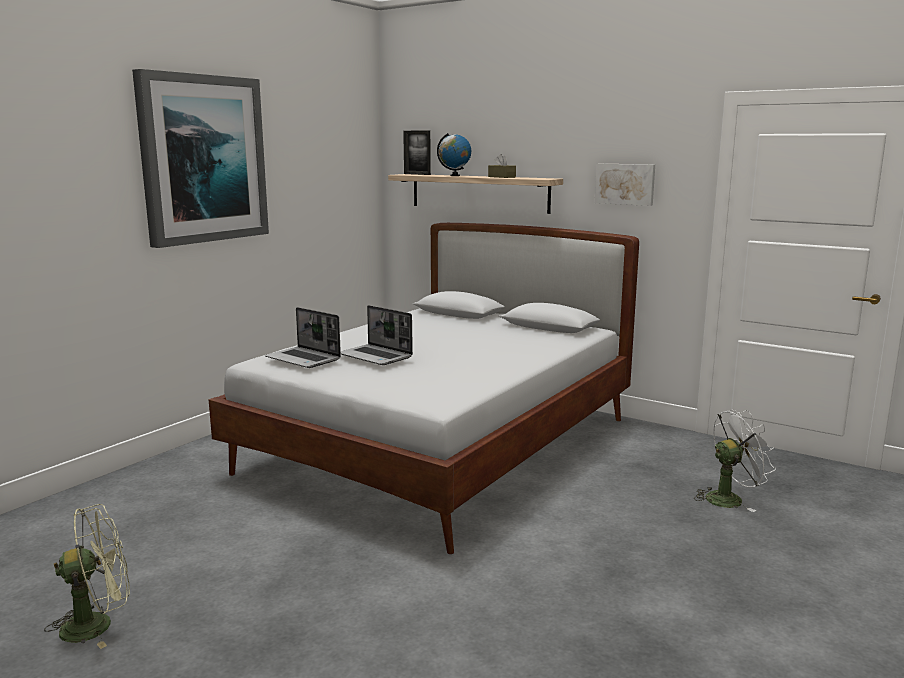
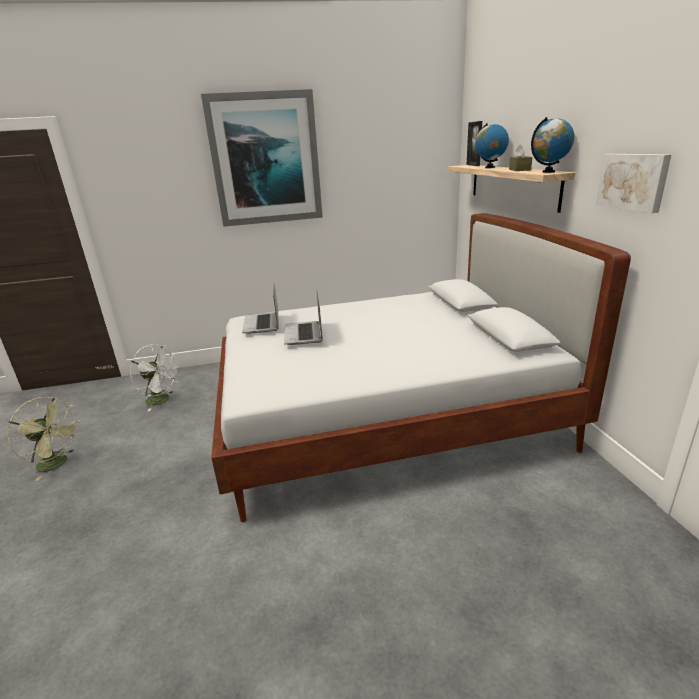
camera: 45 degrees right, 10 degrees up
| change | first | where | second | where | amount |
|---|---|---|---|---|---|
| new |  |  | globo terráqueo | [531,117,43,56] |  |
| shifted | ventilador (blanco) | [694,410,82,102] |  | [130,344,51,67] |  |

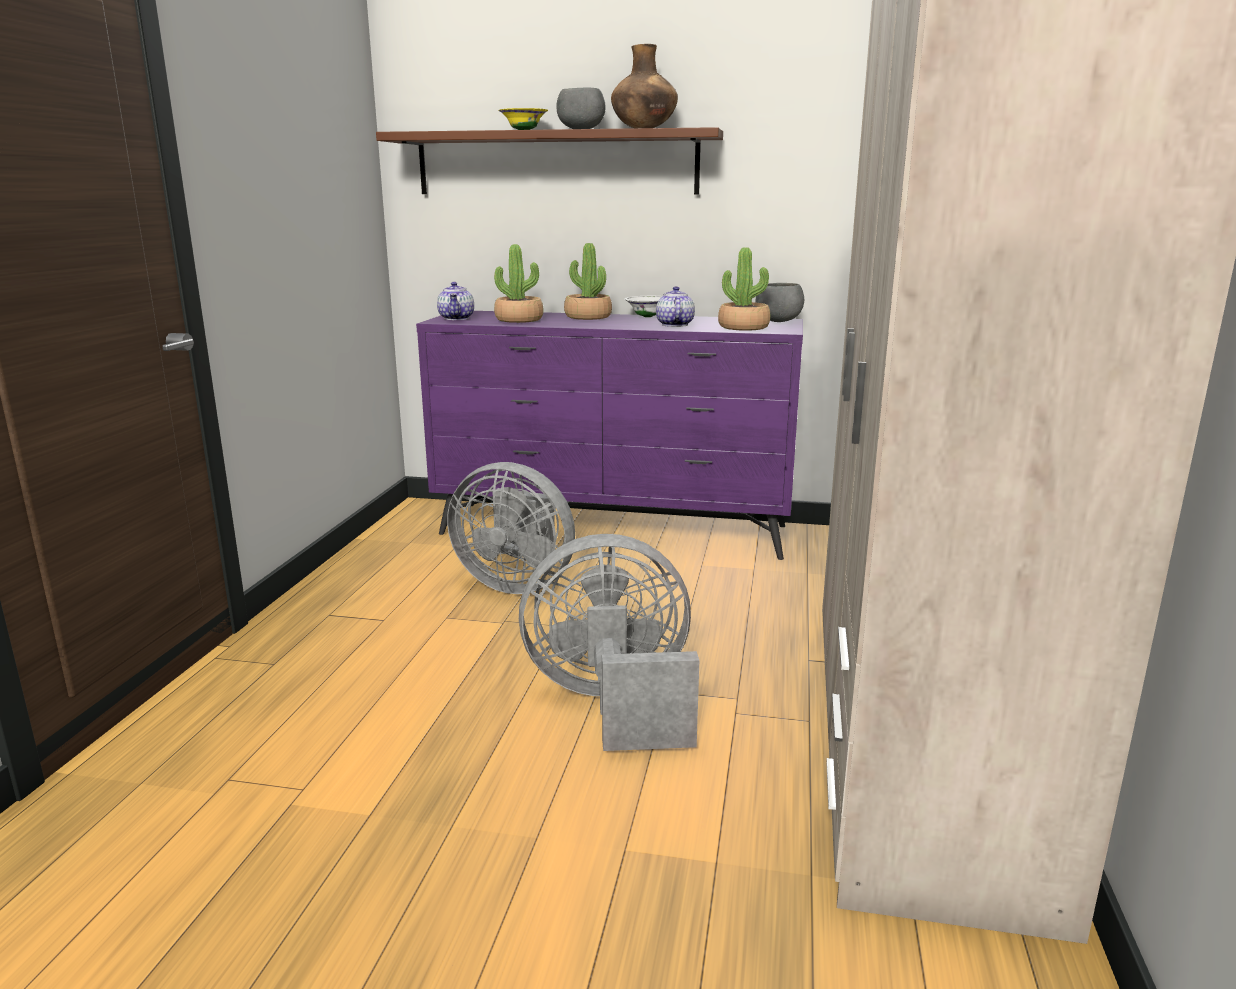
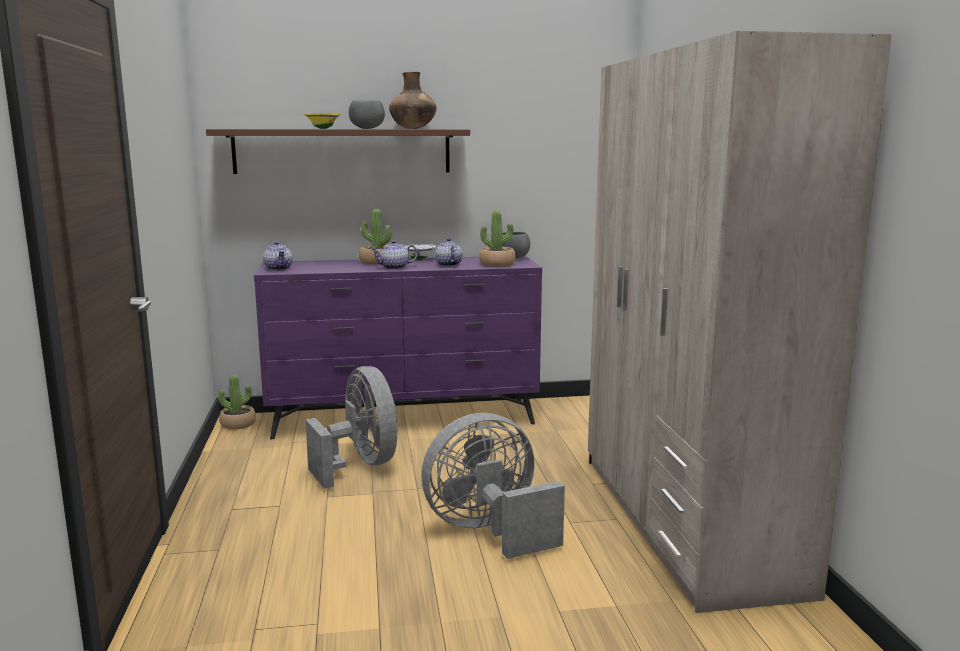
camera: 20 degrees left, 5 degrees down
| change | first | where | second | where | amount |
|---|---|---|---|---|---|
| new |  |  | tetera | [371,240,47,29] |  |
| shifted | planta en maceta | [494,244,50,79] |  | [218,374,38,55] |  |
| rotated | ventilador (gris) | [447,462,128,132] |  | [305,366,92,123] | 120 degrees counterclockwise |

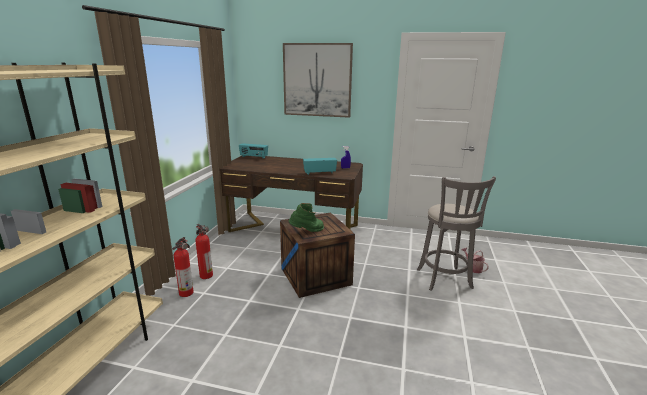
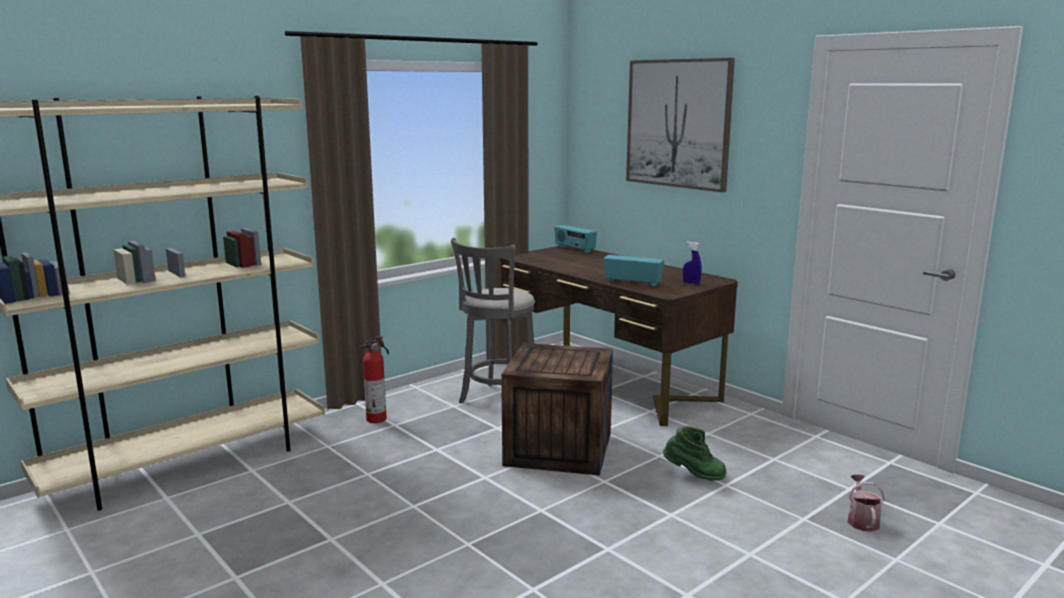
camera: 35 degrees right, 5 degrees down
| change | first | where | second | where | amount |
|---|---|---|---|---|---|
| gone | extintor | [196,224,17,55] |  |  |  |
| shifted | bota (verde) | [289,203,35,29] |  | [663,426,64,55] |  |
| shifted | taburete (gris) | [417,176,79,115] |  | [451,238,84,165] |  |

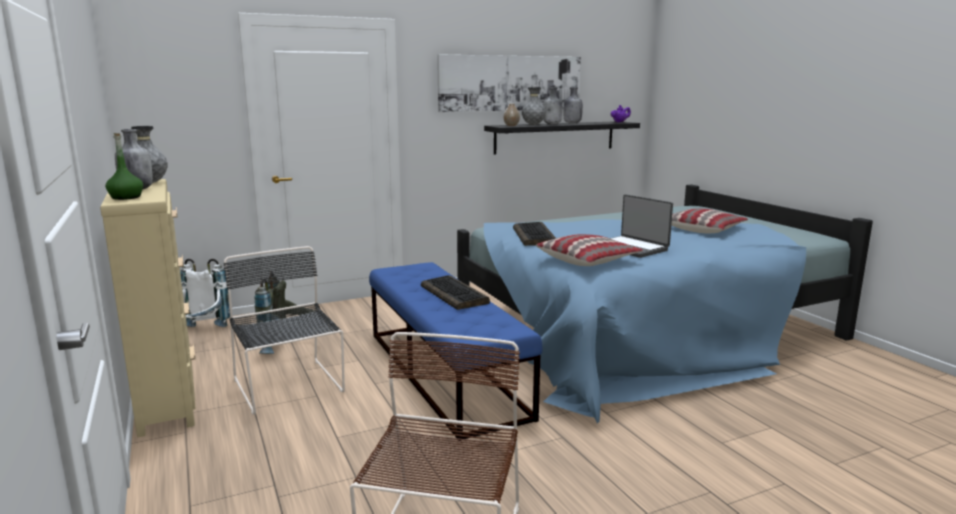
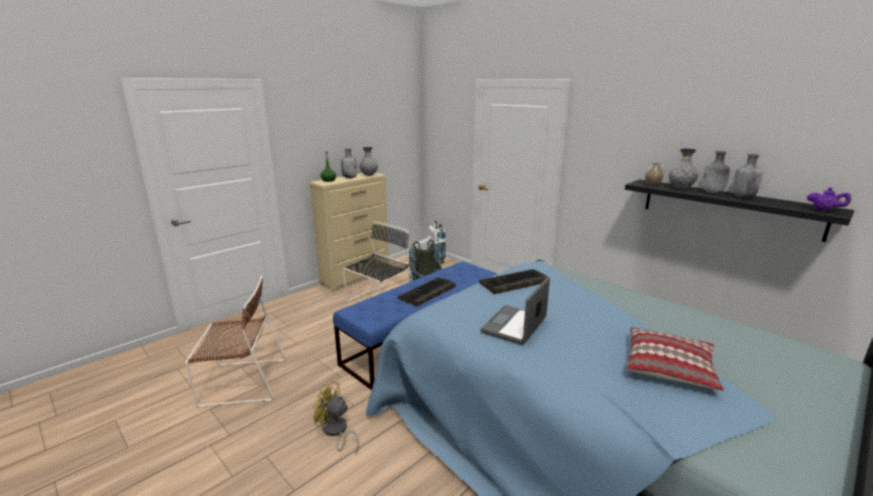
camera: 70 degrees right, 5 degrees up
| change | first | where | second | where | amount |
|---|---|---|---|---|---|
| gone | cuadro | [437,54,144,58] |  |  |  |
| gone | cojín | [536,234,107,32] |  |  |  |
| new |  |  | ventilador (amarillo) | [313,381,46,73] |  |

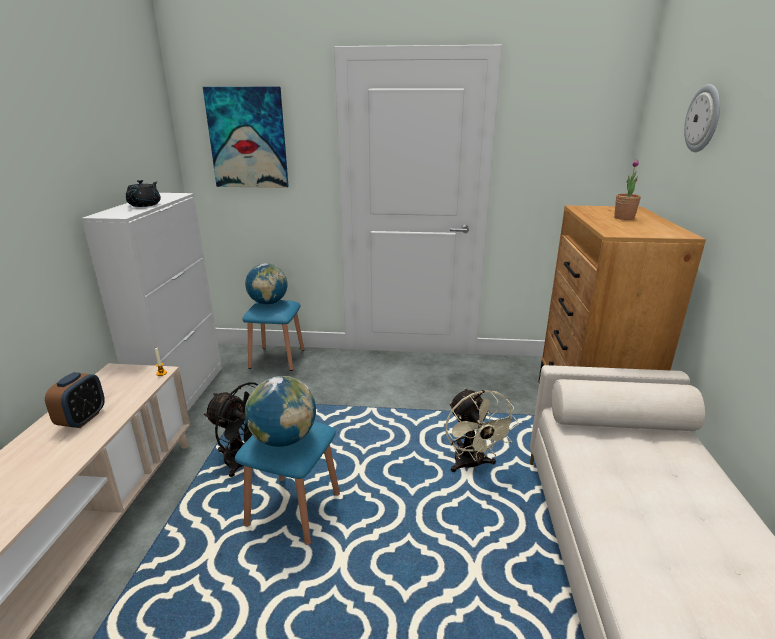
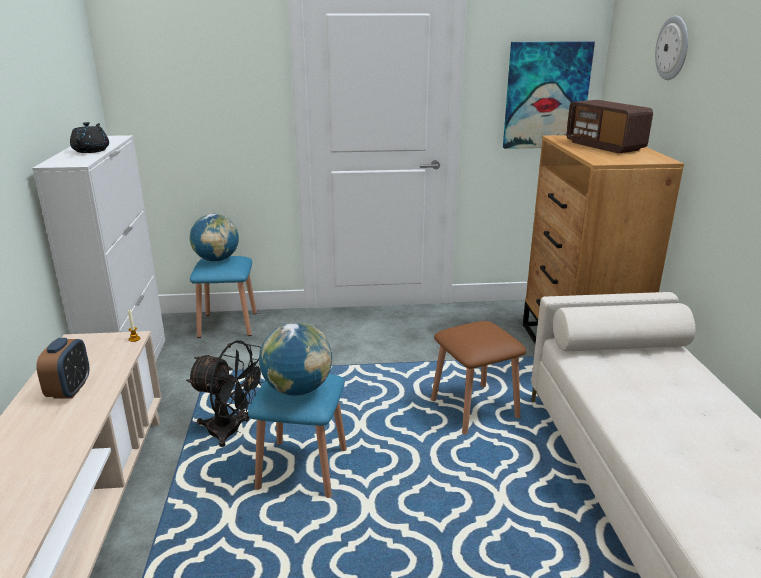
camera: 10 degrees left, 0 degrees up
| change | first | where | second | where | amount |
|---|---|---|---|---|---|
| shifted | cuadro | [203,87,86,101] |  | [503,41,92,108] |  |
| swapped | ventilador (beis) | [445,388,74,84] | taburete (marrón) | [431,321,95,113] |  |
| swapped | planta en maceta | [614,160,27,60] | radio | [566,100,87,54] |  |

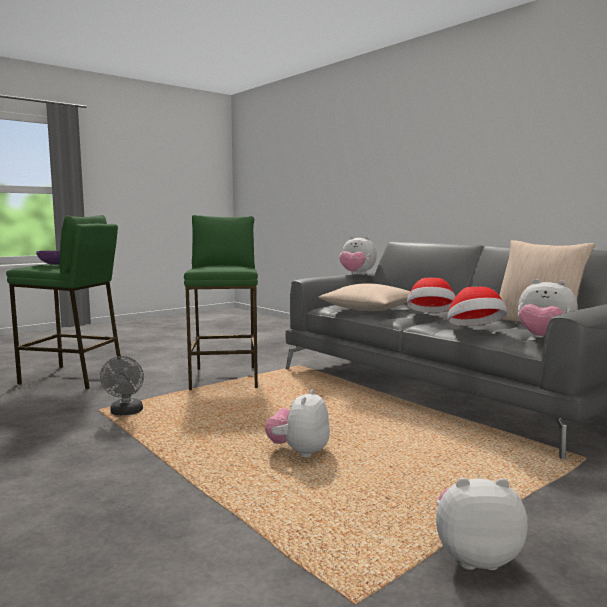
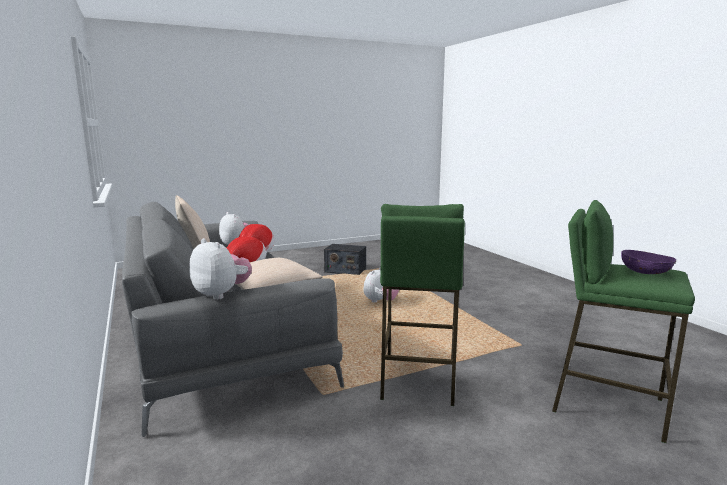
camera: 165 degrees left, 5 degrees up
| change | first | where | second | where | amount |
|---|---|---|---|---|---|
| gone | ventilador (gris) | [100,356,44,59] |  |  |  |
| swapped | peluche | [436,478,92,92] | radio | [324,244,42,31] |  |

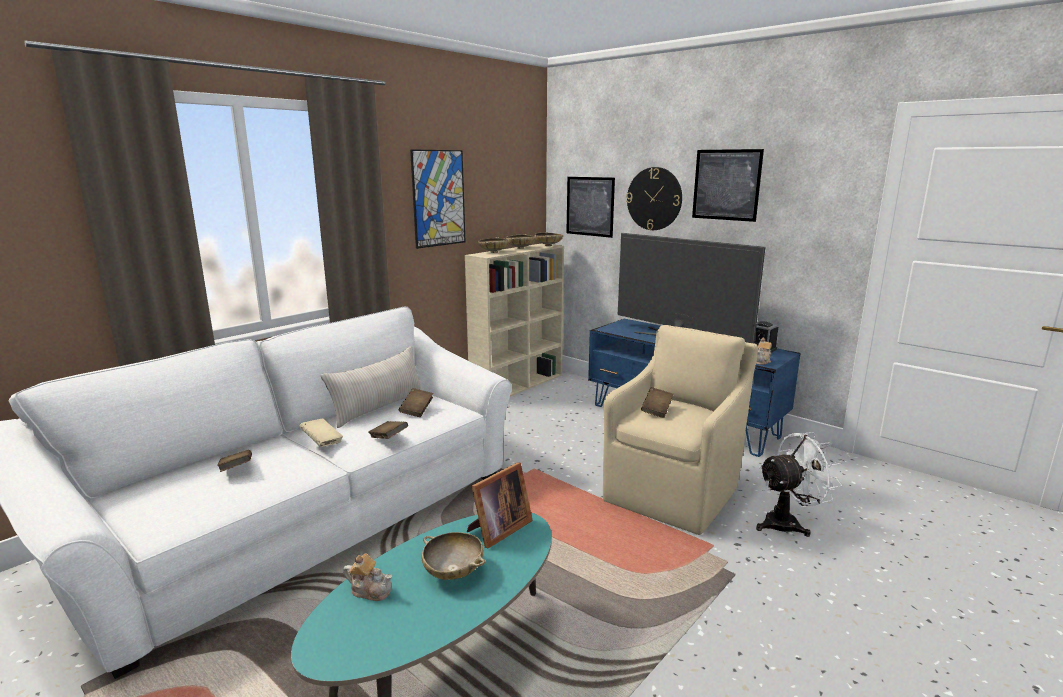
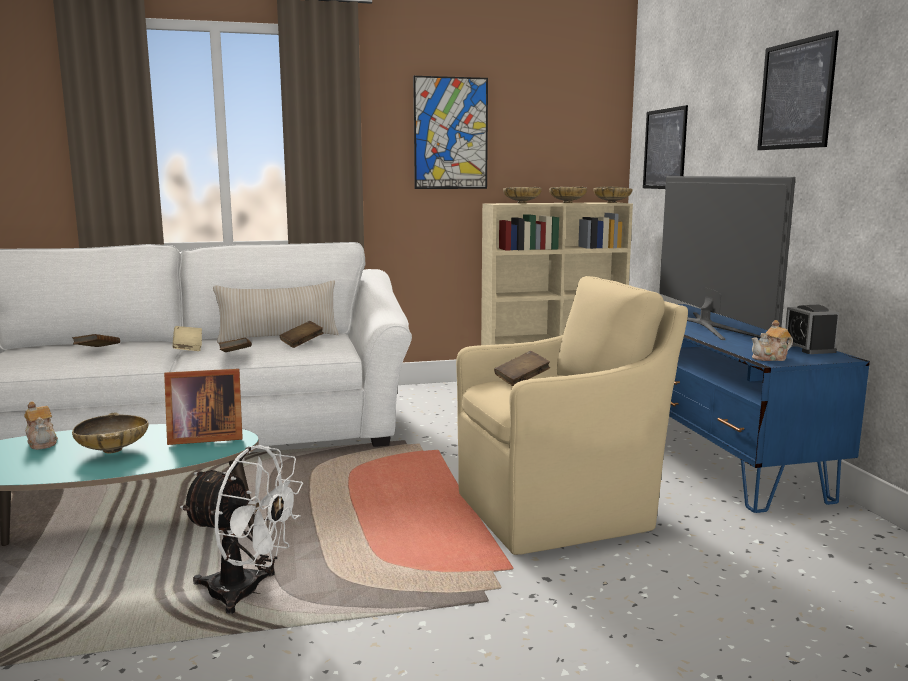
camera: 35 degrees right, 5 degrees down
| change | first | where | second | where | amount |
|---|---|---|---|---|---|
| gone | reloj de pared | [626,167,56,63] |  |  |  |
| shifted | ventilador (blanco) | [756,432,86,105] |  | [180,445,123,169] |  |

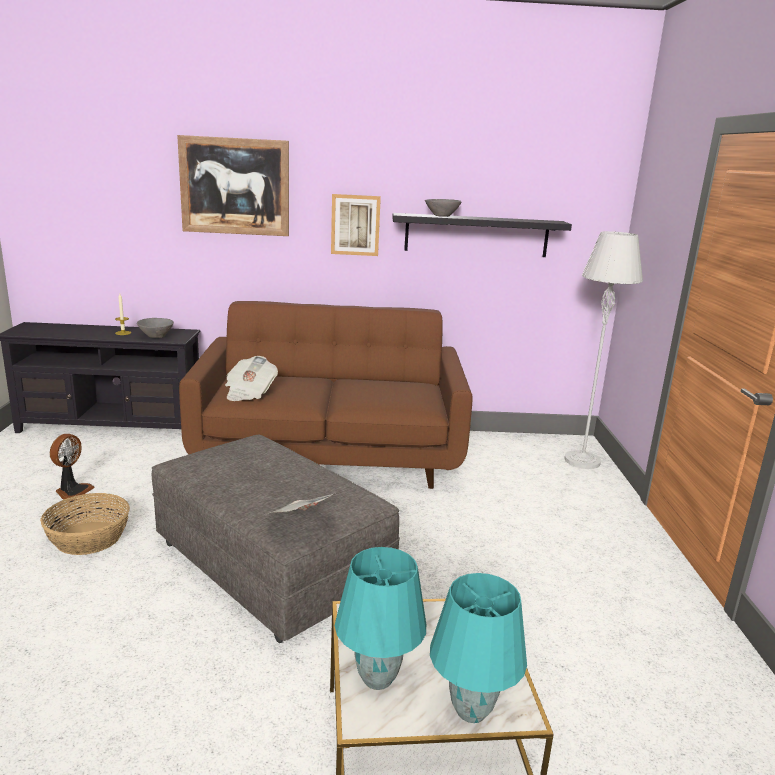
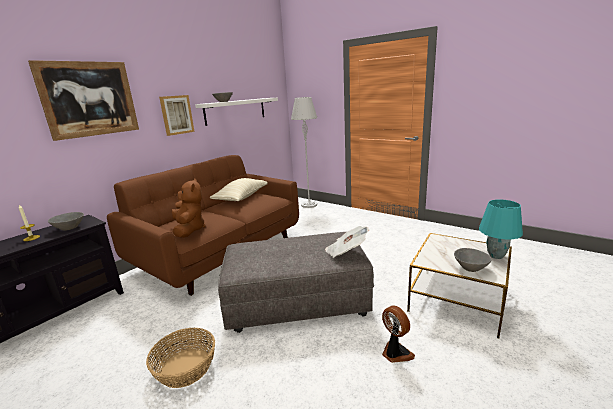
camera: 50 degrees left, 0 degrees up
| change | first | where | second | where | amount |
|---|---|---|---|---|---|
| new |  |  | cojín (beis) | [210,178,58,23] |  |
| shifted | ventilador | [50,434,45,67] |  | [382,306,33,57] |  |
| swapped | periódico | [225,356,53,45] | peluche (marrón) | [172,179,34,59] |  |
| swapped | lámpara de mesa (turquesa) | [335,547,91,143] | cuenco (gris) | [454,248,38,24] |  |
| repainted | estante (negro) | [392,213,180,44] | estante (blanco) | [195,98,83,28] |  |

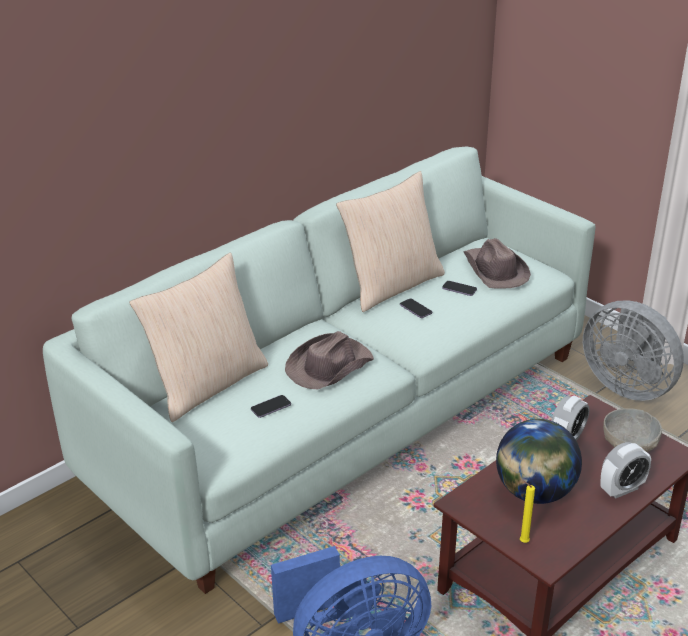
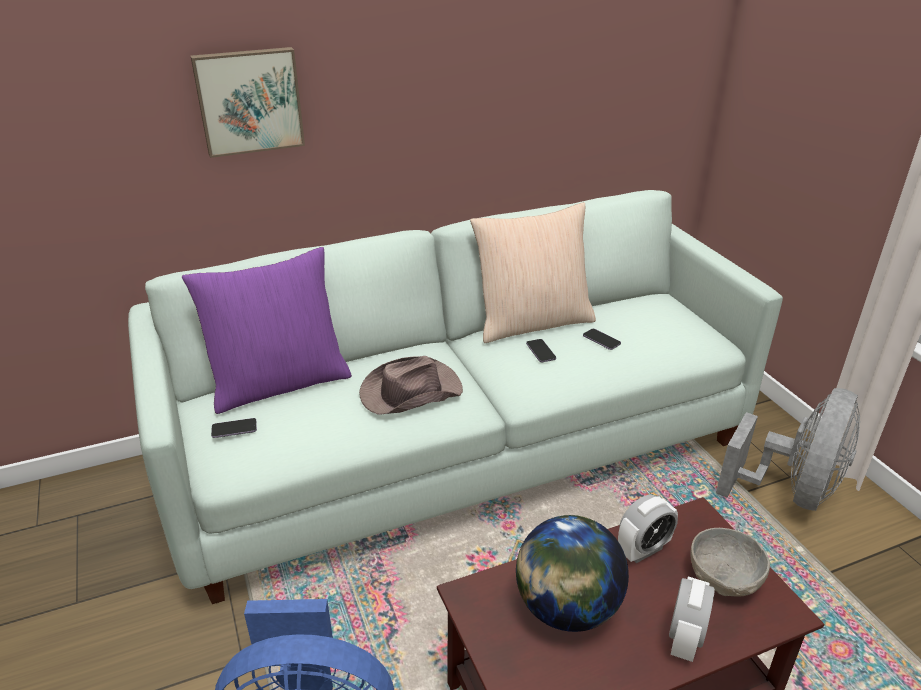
camera: 20 degrees right, 0 degrees up
| change | first | where | second | where | amount |
|---|---|---|---|---|---|
| gone | sombrero (marrón) | [464,238,67,51] |  |  |  |
| gone | vela (amarillo) | [520,481,15,62] |  |  |  |
| new |  |  | cuadro | [191,47,114,111] |  |
| shifted | móvil | [251,395,40,23] |  | [211,418,46,20] |  |
| repainted | cojín (beis) | [129,252,139,170] | cojín (morado) | [182,247,170,167] |  |
| rotated | ventilador (gris) | [583,300,101,101] |  | [716,388,144,123] | 120 degrees counterclockwise |
| rotated | despertador | [601,442,50,57] |  | [669,577,46,85] | 60 degrees counterclockwise |

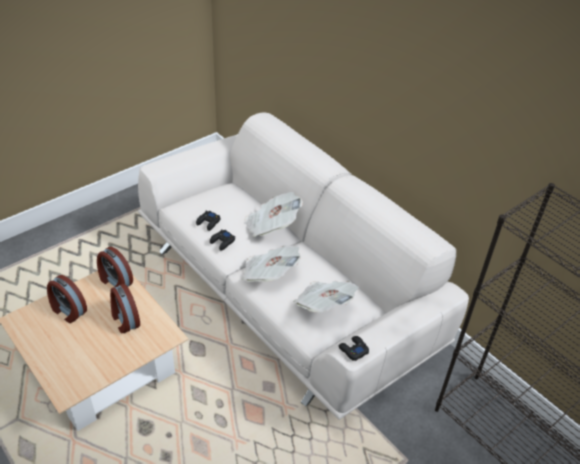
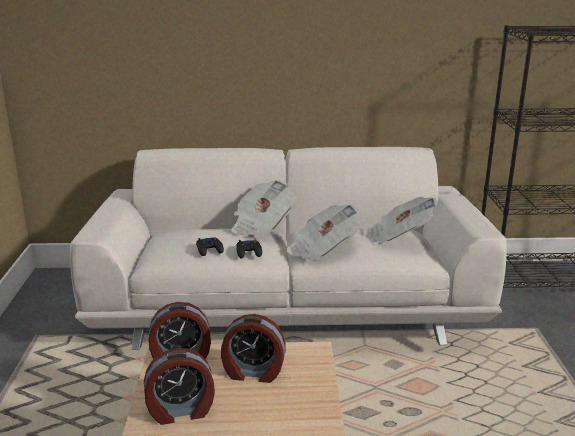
camera: 50 degrees left, 20 degrees down
| change | first | where | second | where | amount |
|---|---|---|---|---|---|
| gone | mando de consola (negro) | [339,336,30,25] |  |  |  |

